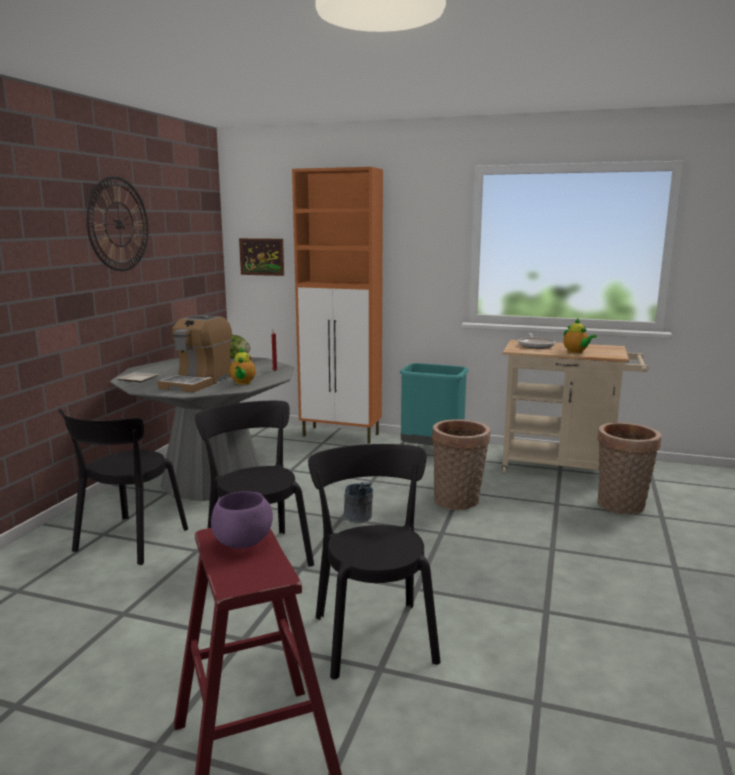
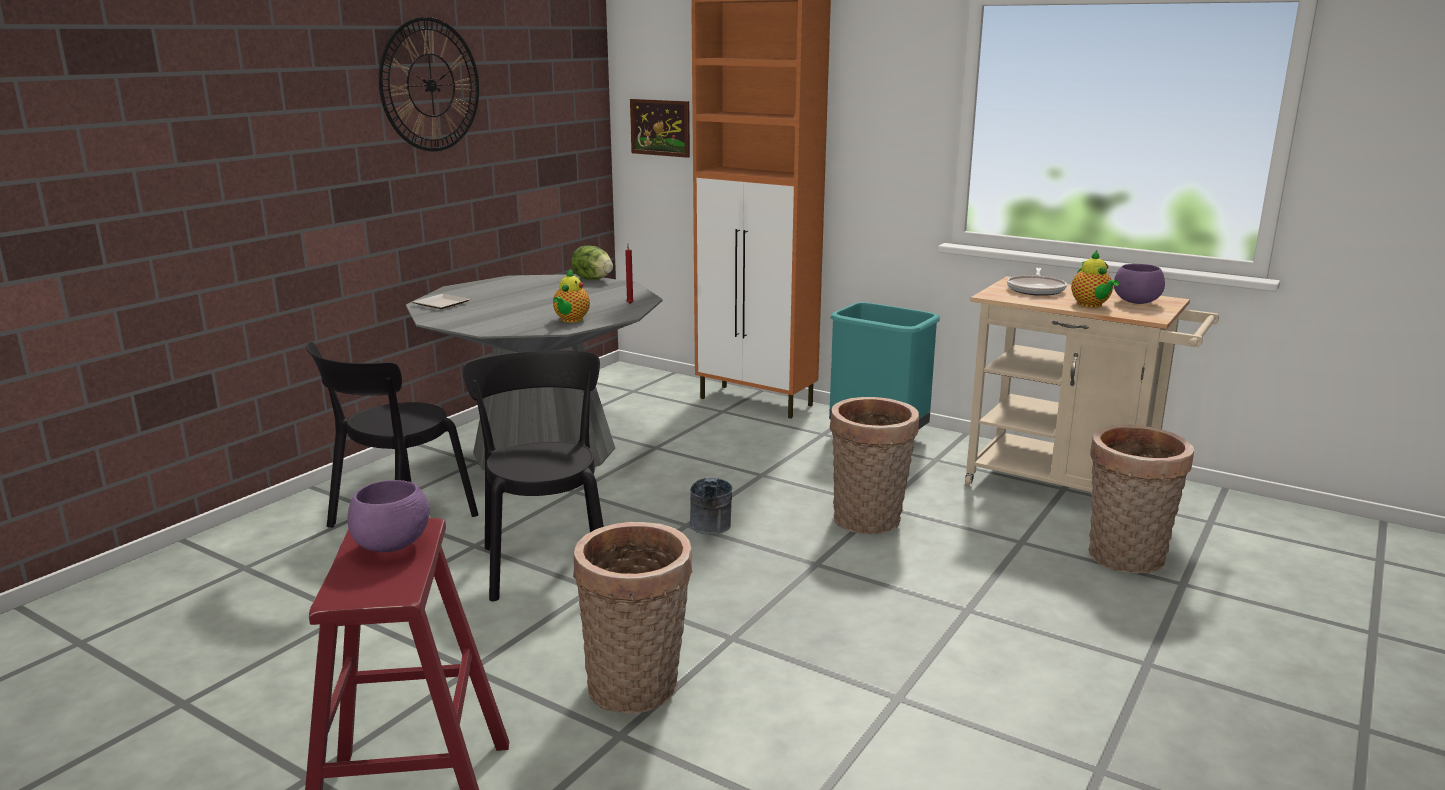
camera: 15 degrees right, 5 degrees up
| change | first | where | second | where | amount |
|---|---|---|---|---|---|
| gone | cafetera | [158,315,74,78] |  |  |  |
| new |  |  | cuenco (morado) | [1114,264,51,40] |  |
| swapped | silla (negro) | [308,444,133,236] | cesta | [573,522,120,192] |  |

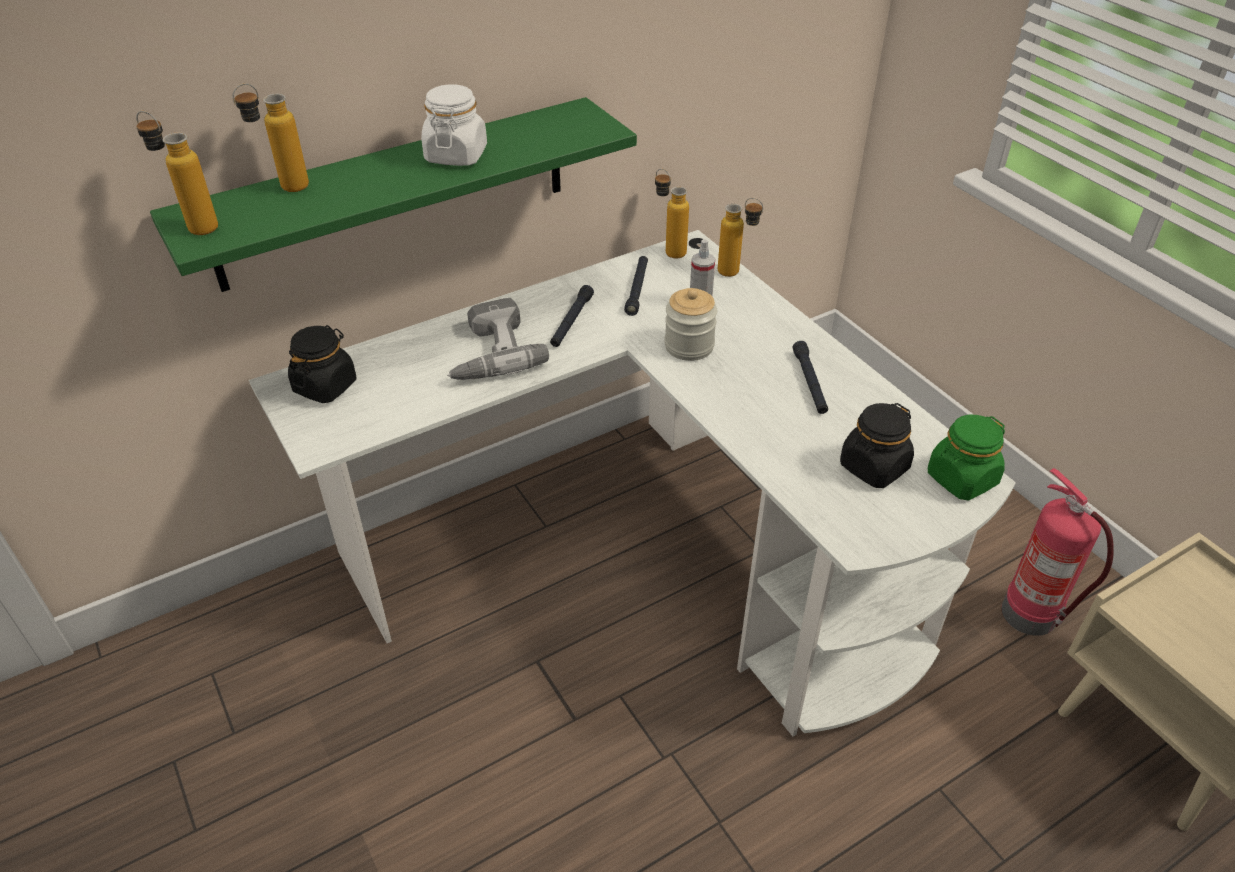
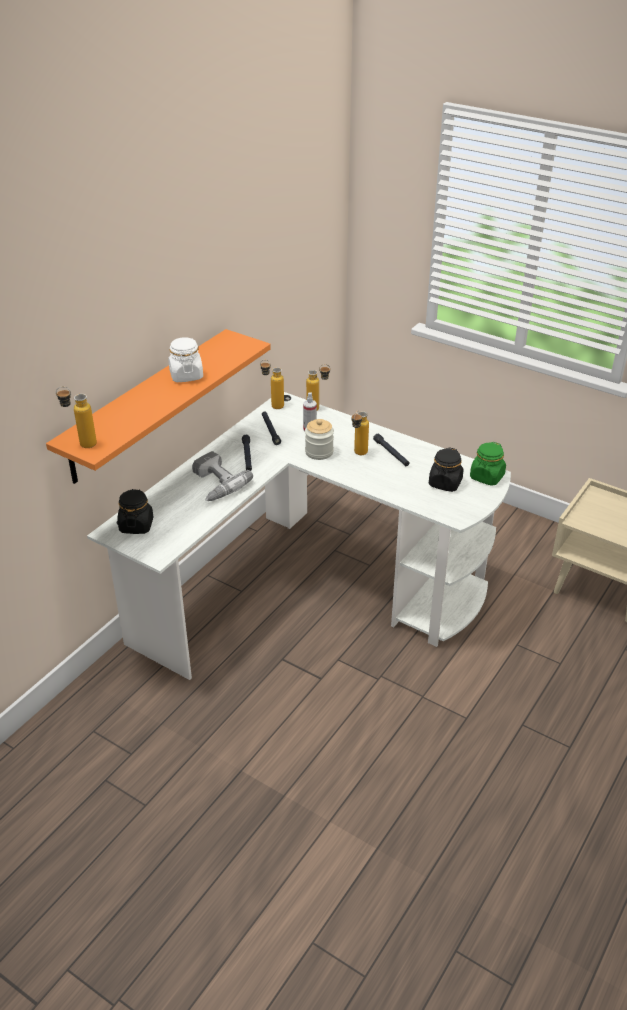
camera: 25 degrees left, 5 degrees down
| change | first | where | second | where | amount |
|---|---|---|---|---|---|
| gone | extintor | [1001,468,113,168] |  |  |  |
| shifted | botella | [233,83,76,109] |  | [352,411,17,44] |  |
| repainted | estante (verde) | [150,97,487,195] | estante (naranja) | [46,329,225,155] |  |

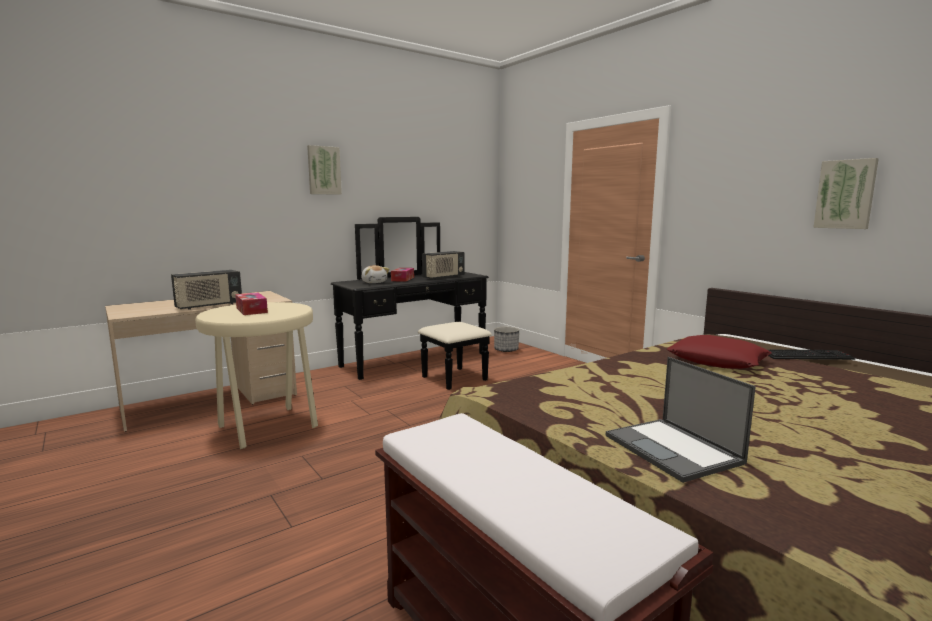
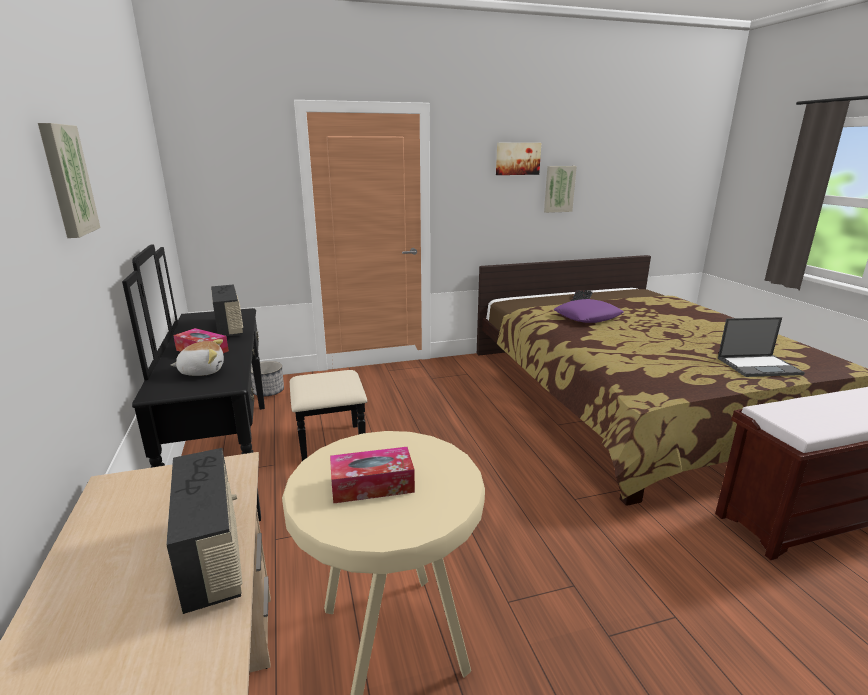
camera: 70 degrees left, 10 degrees up
| change | first | where | second | where | amount |
|---|---|---|---|---|---|
| new |  |  | cuadro | [496,143,45,32] |  |
| repainted | cojín (rojo) | [667,335,104,34] | cojín (morado) | [553,299,71,24] |  |

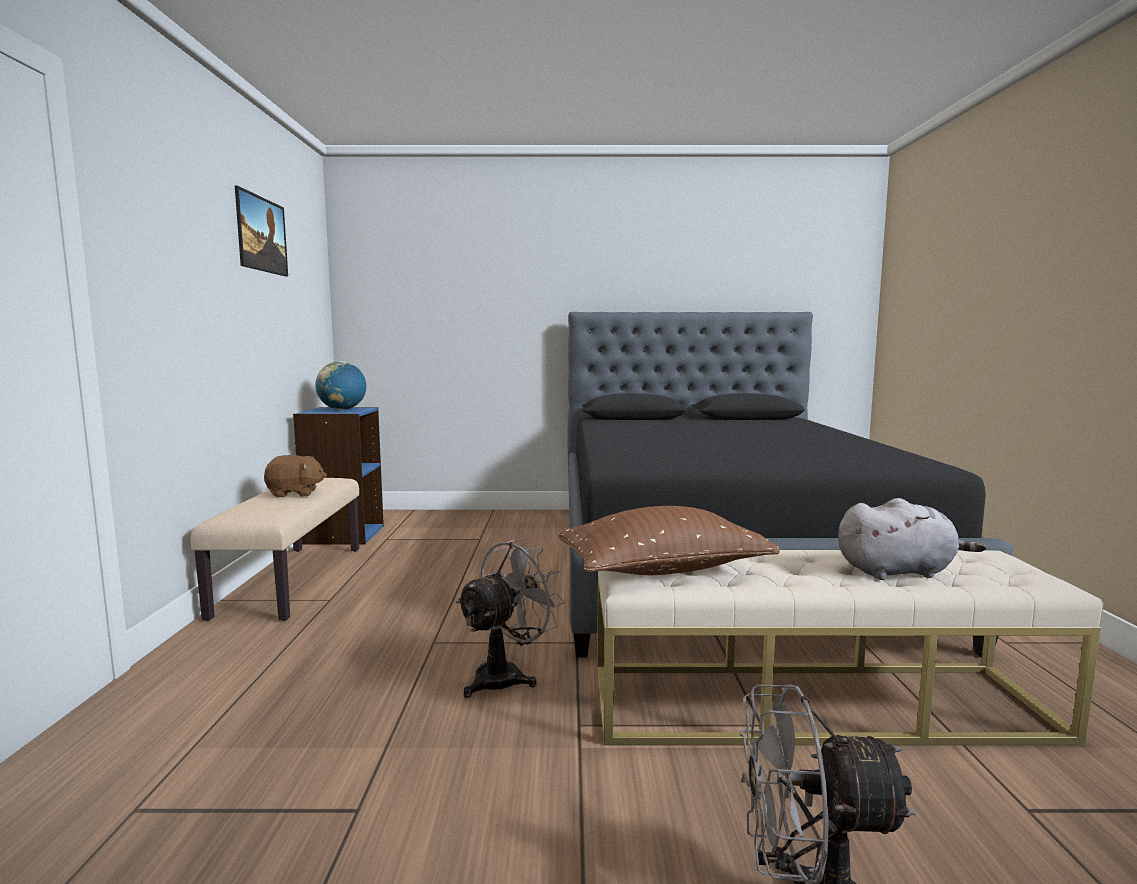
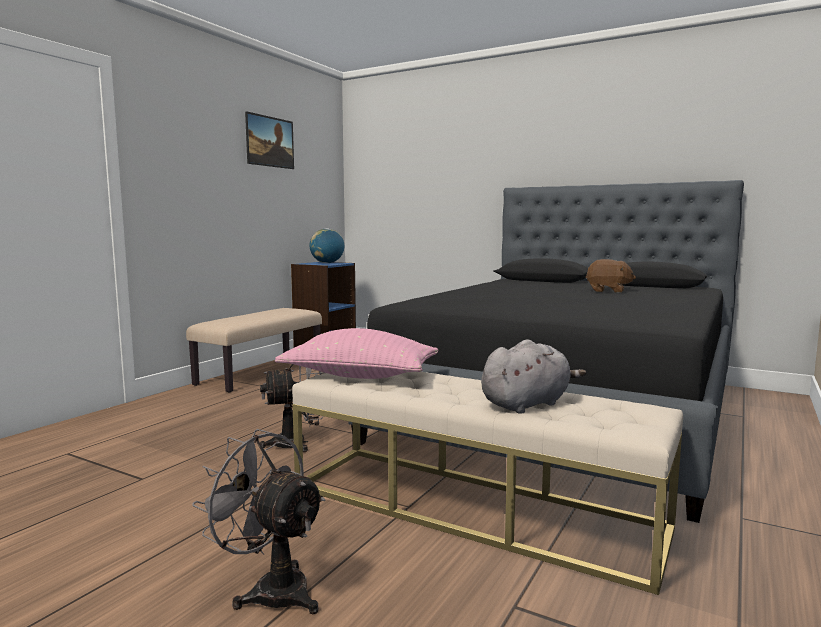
camera: 30 degrees right, 0 degrees up
| change | first | where | second | where | amount |
|---|---|---|---|---|---|
| shifted | peluche (marrón) | [264,455,63,43] |  | [585,259,51,34] |  |
| repainted | cojín (marrón) | [557,506,223,69] | cojín (rosa) | [275,328,163,51] |  |
| rotated | peluche (gris) | [838,498,148,82] |  | [481,339,105,75] | 60 degrees counterclockwise |

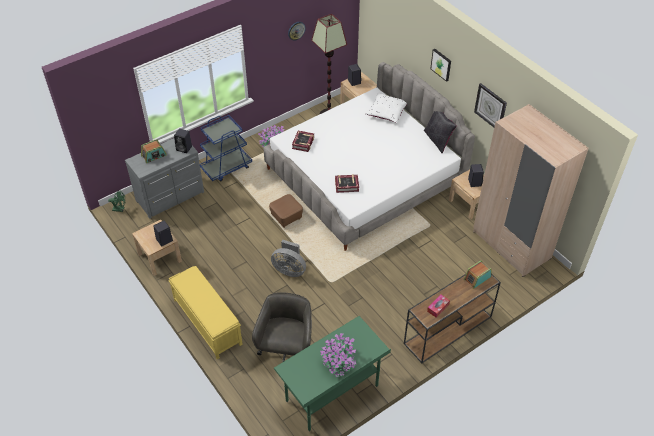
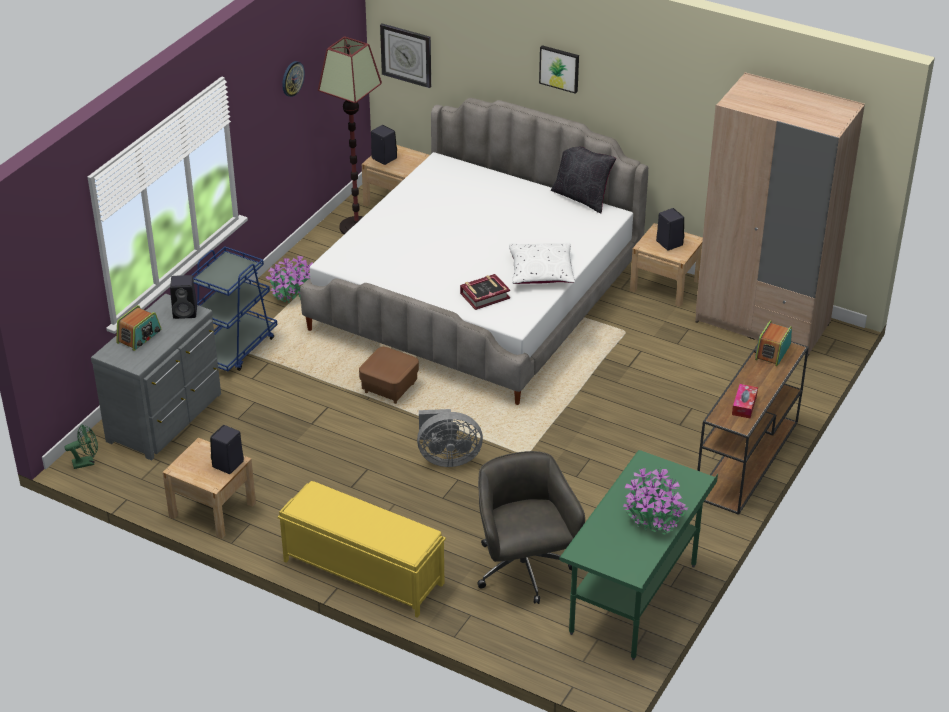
camera: 25 degrees left, 10 degrees down
| change | first | where | second | where | amount |
|---|---|---|---|---|---|
| gone | libro | [292,131,22,21] |  |  |  |
| shifted | cojín (blanco) | [366,92,41,31] |  | [509,243,66,41] |  |
| shifted | reloj de pared | [474,83,33,44] |  | [380,24,51,64] |  |

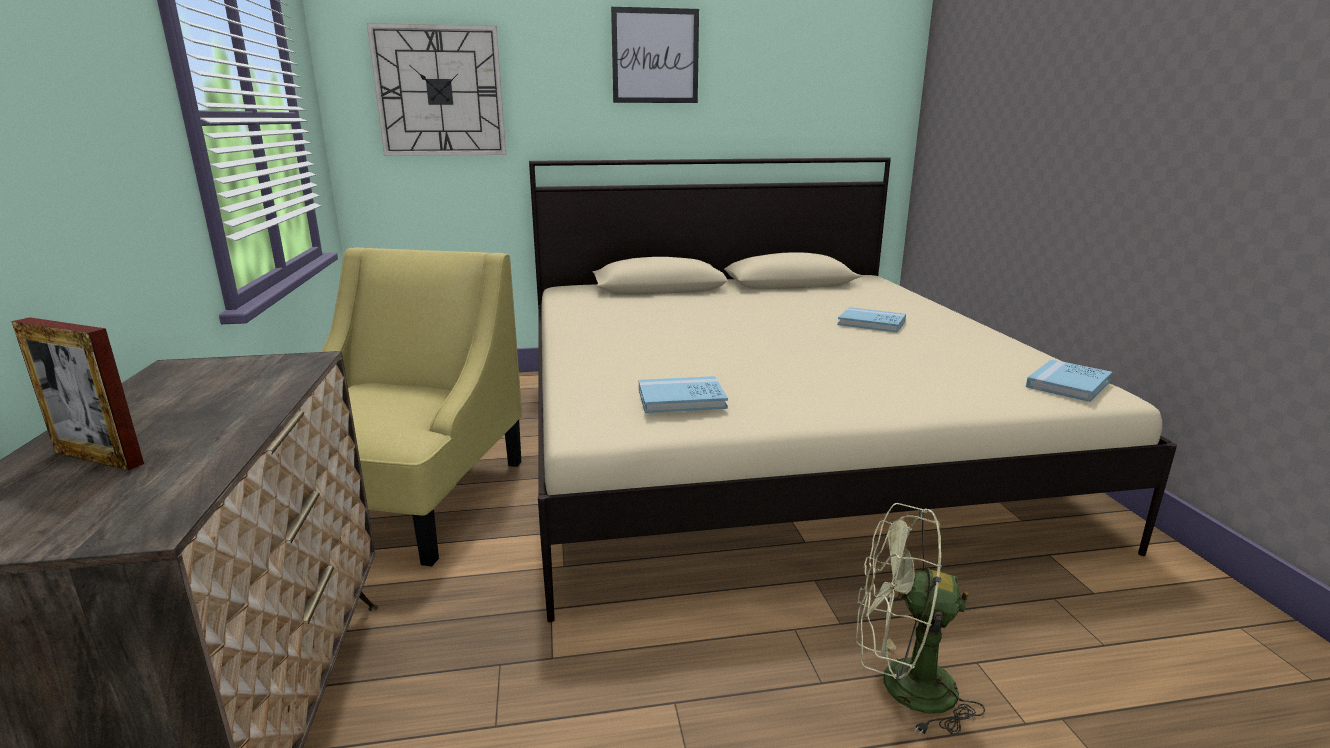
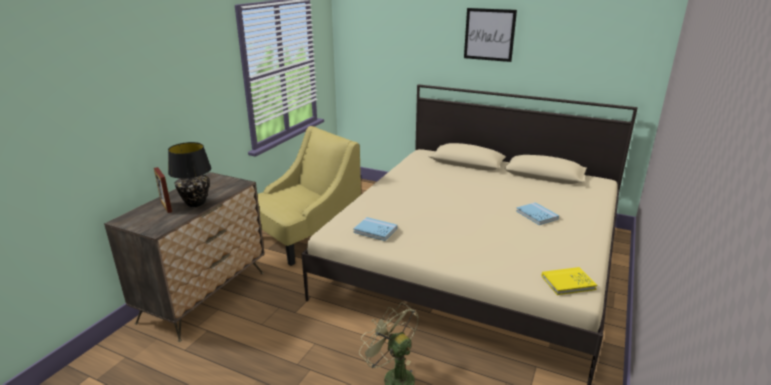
camera: 35 degrees right, 5 degrees up
| change | first | where | second | where | amount |
|---|---|---|---|---|---|
| gone | reloj de pared | [367,23,139,133] |  |  |  |
| new |  |  | lámpara de mesa (negro) | [168,142,43,65] |  |
| repainted | libro (azul) | [1026,359,86,43] | libro (amarillo) | [541,267,56,28] |  |

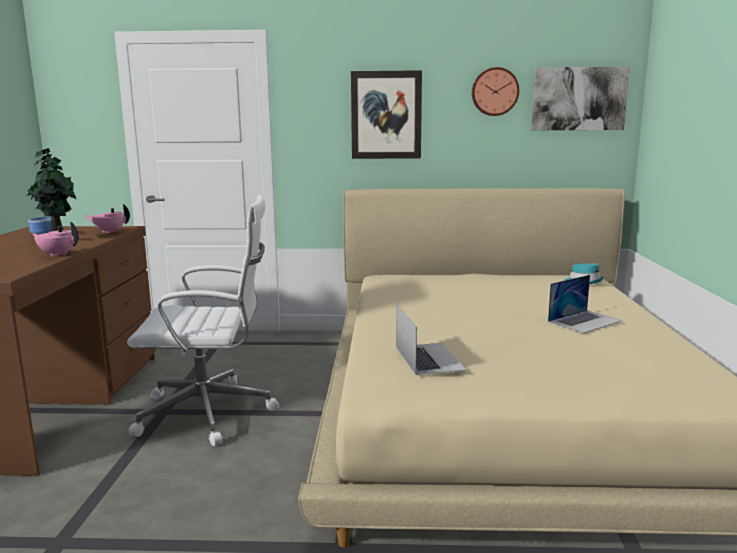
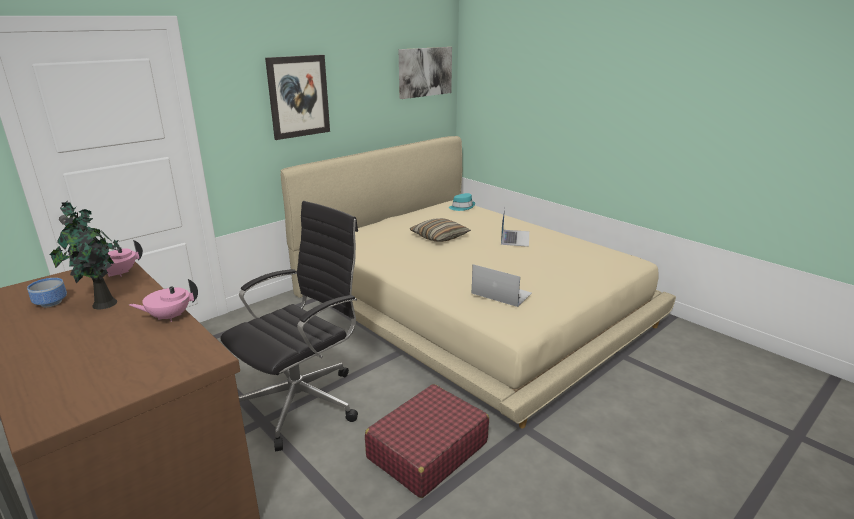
camera: 45 degrees left, 10 degrees up
| change | first | where | second | where | amount |
|---|---|---|---|---|---|
| gone | reloj de pared | [472,67,47,49] |  |  |  |
| new |  |  | maleta (rojo) | [365,384,124,114] |  |
| new |  |  | cojín | [410,218,61,24] |  |
| repainted | silla de oficina (blanco) | [127,195,152,251] | silla de oficina (negro) | [220,201,138,250] |  |

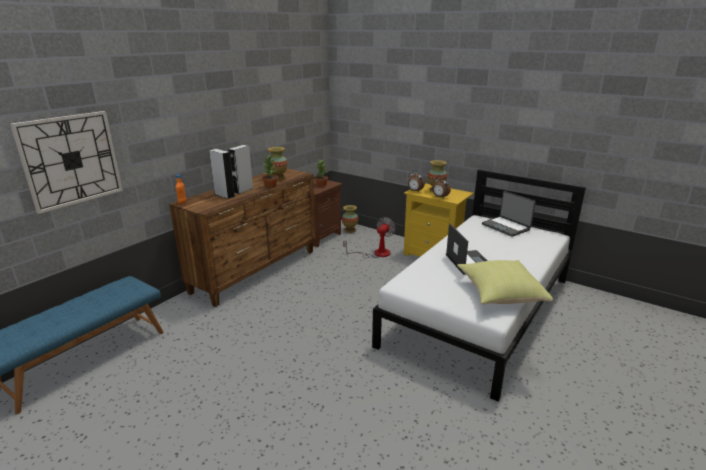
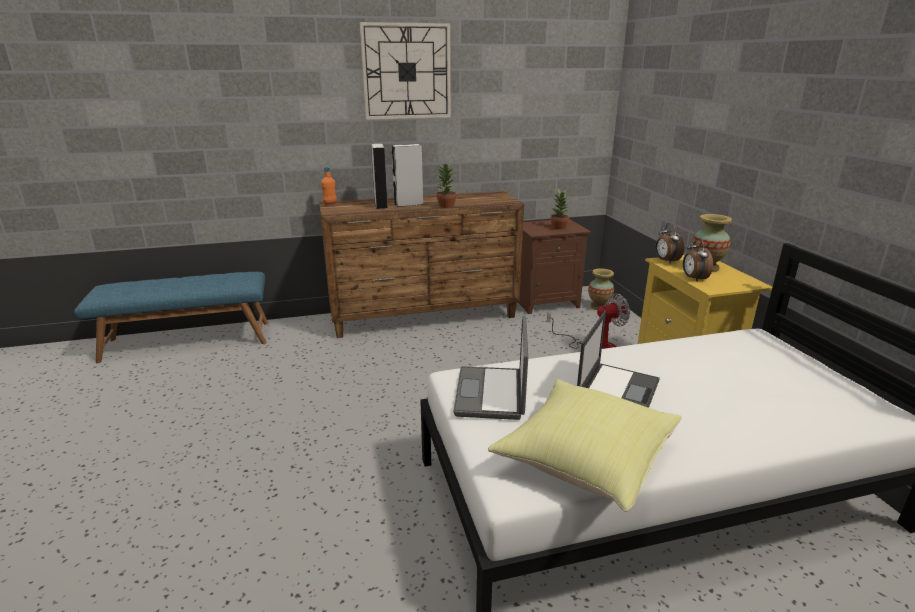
camera: 40 degrees right, 0 degrees up
| change | first | where | second | where | amount |
|---|---|---|---|---|---|
| gone | florero | [268,147,20,34] |  |  |  |
| shifted | reloj de pared | [10,111,113,103] |  | [360,22,91,98] |  |
| shifted | portátil | [482,191,54,46] |  | [453,316,75,104] |  |

